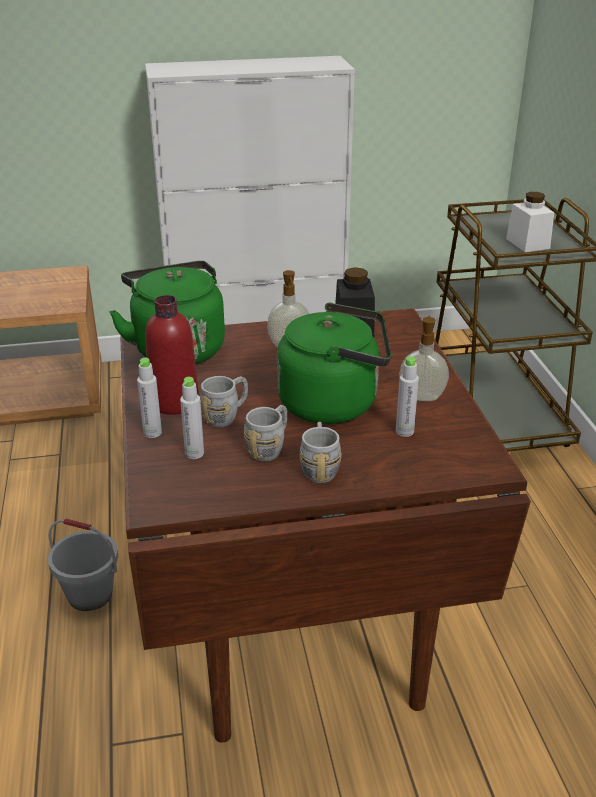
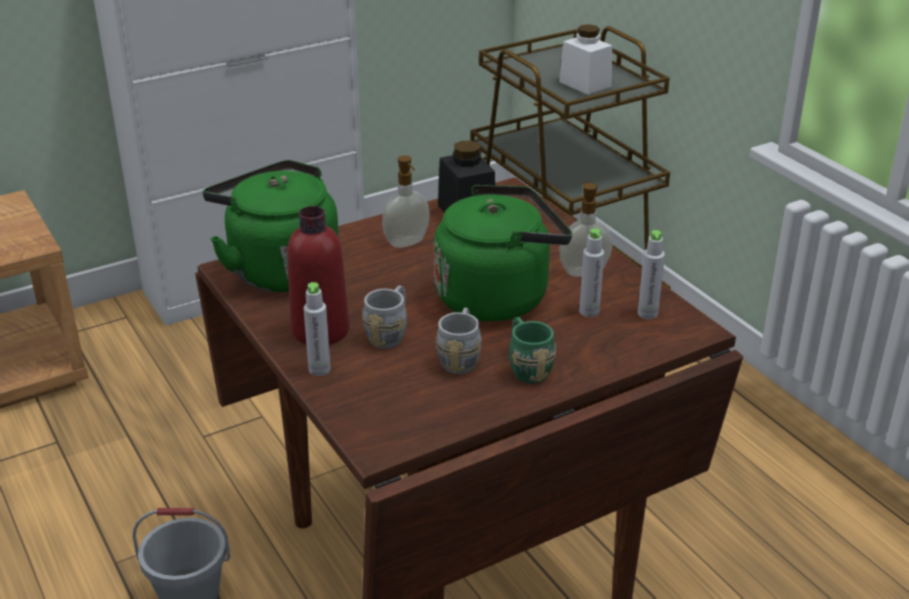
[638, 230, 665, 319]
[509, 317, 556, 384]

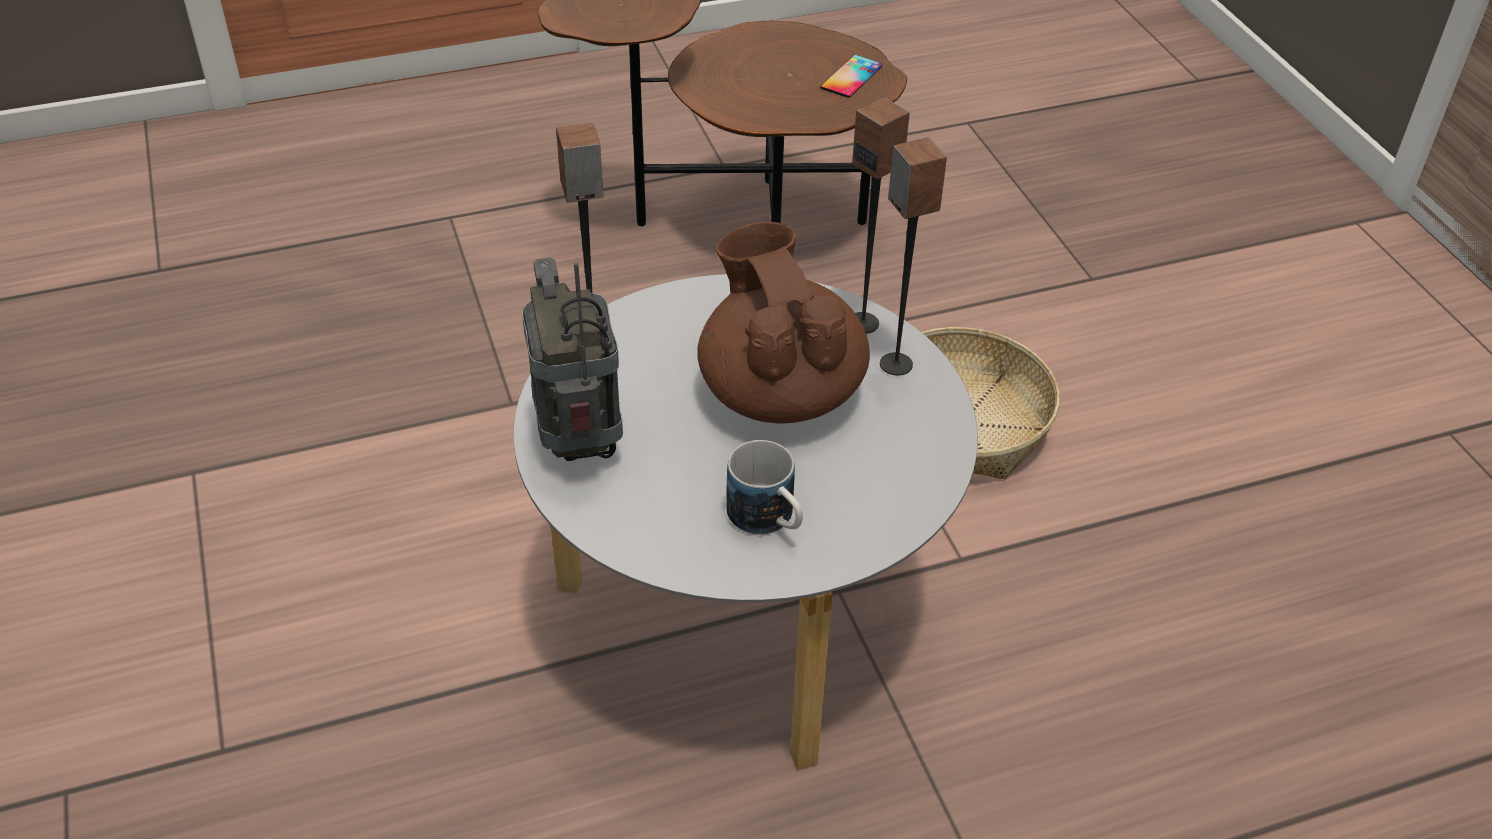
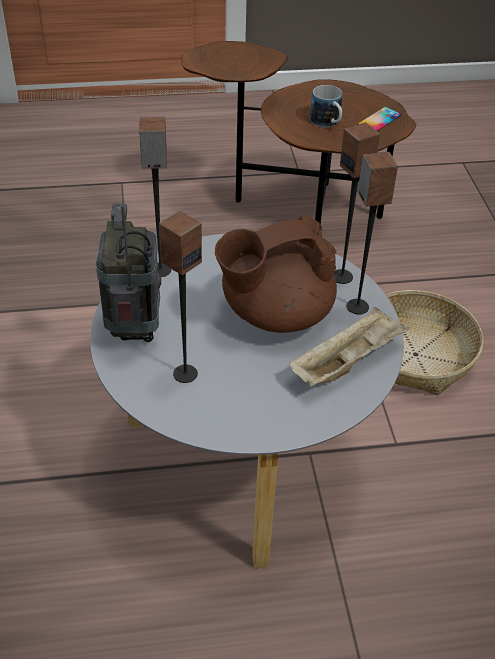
[159, 211, 202, 383]
[289, 307, 410, 387]
[310, 85, 342, 127]
[215, 214, 337, 333]

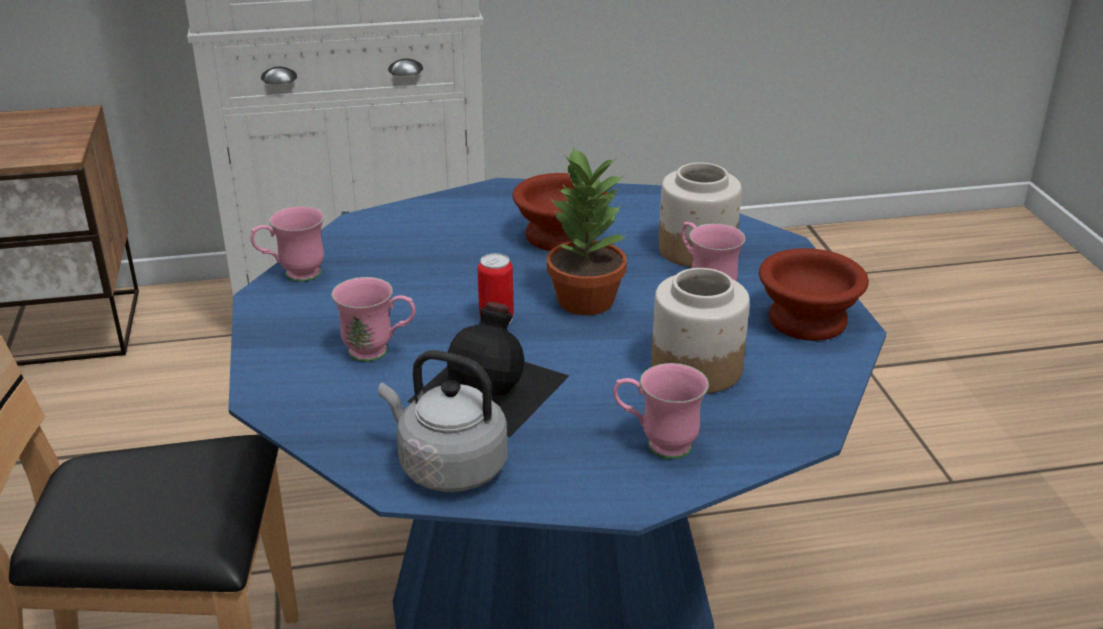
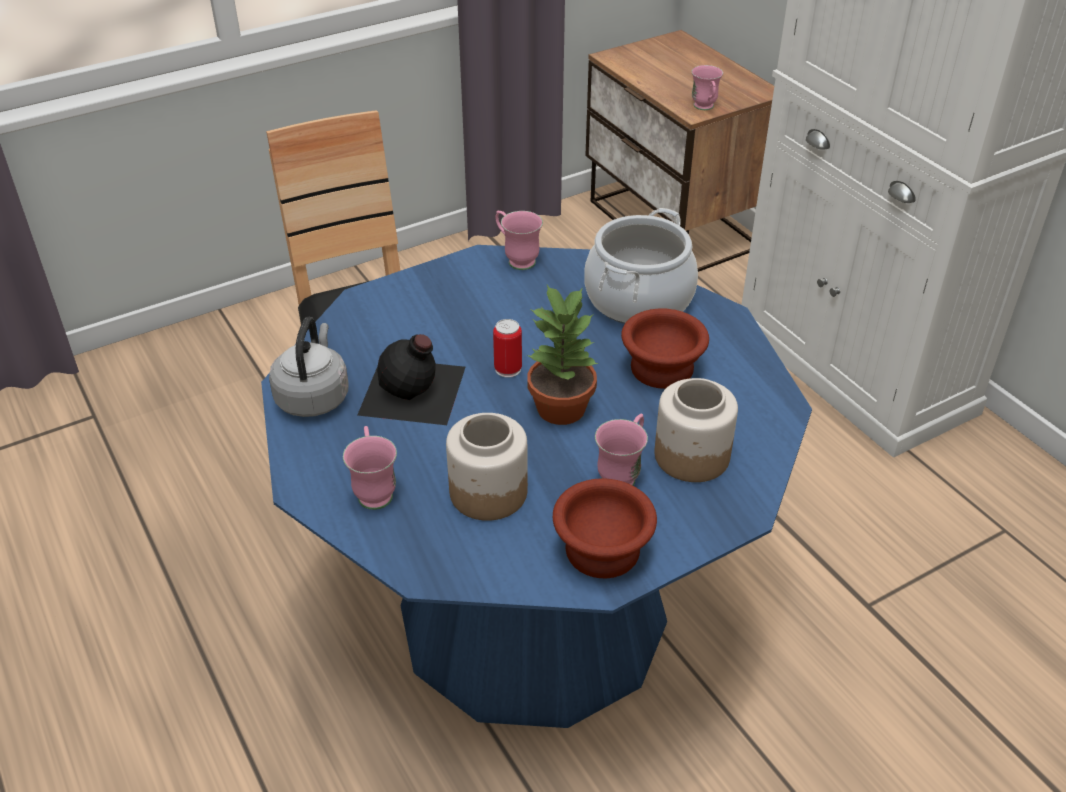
[584, 208, 698, 324]
[692, 65, 723, 110]

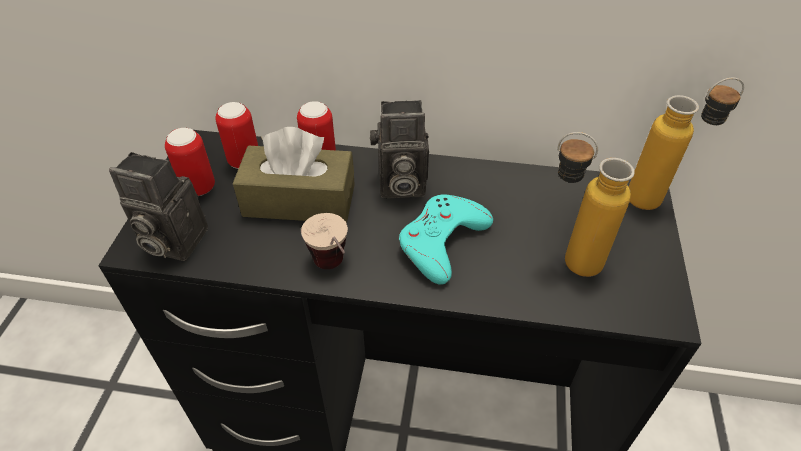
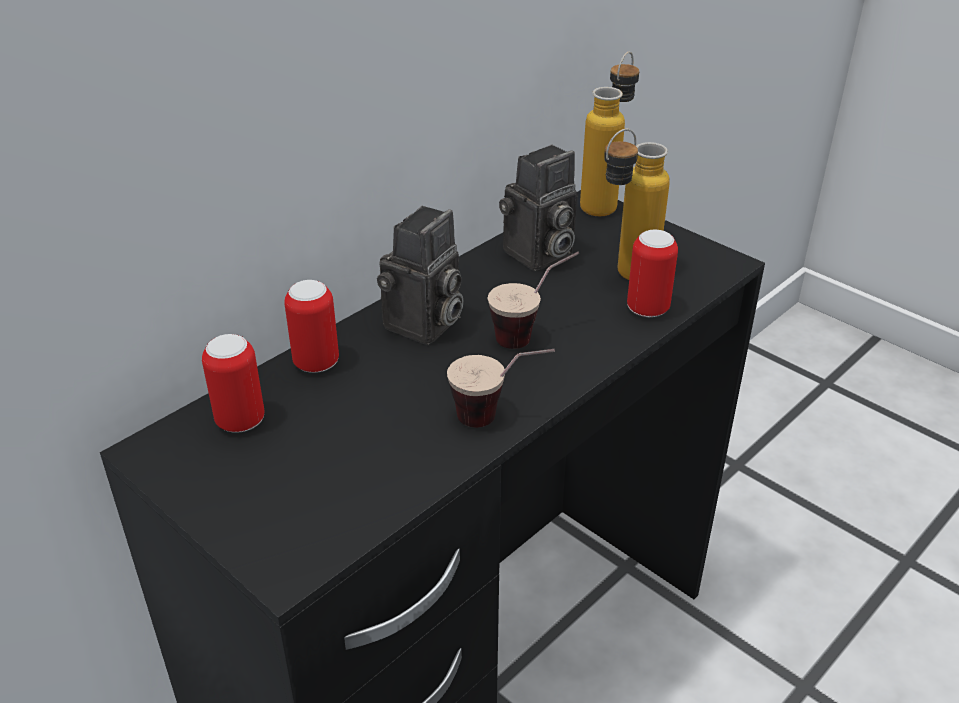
[233, 127, 355, 223] (first image)
[499, 144, 577, 271]
[627, 230, 678, 317]
[488, 252, 579, 349]

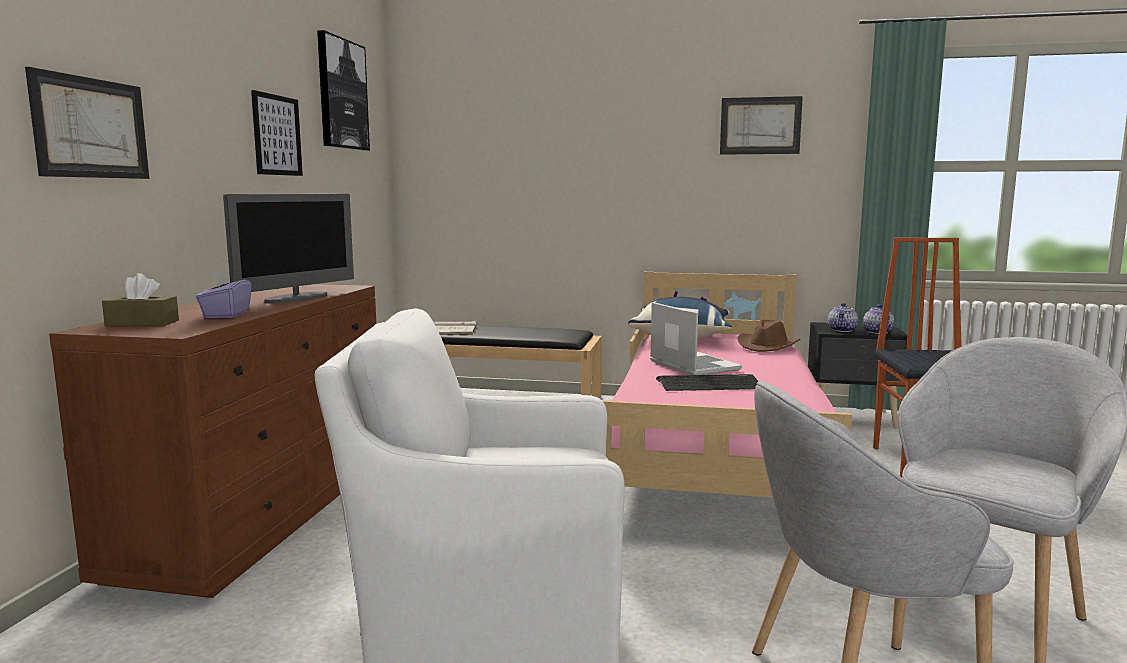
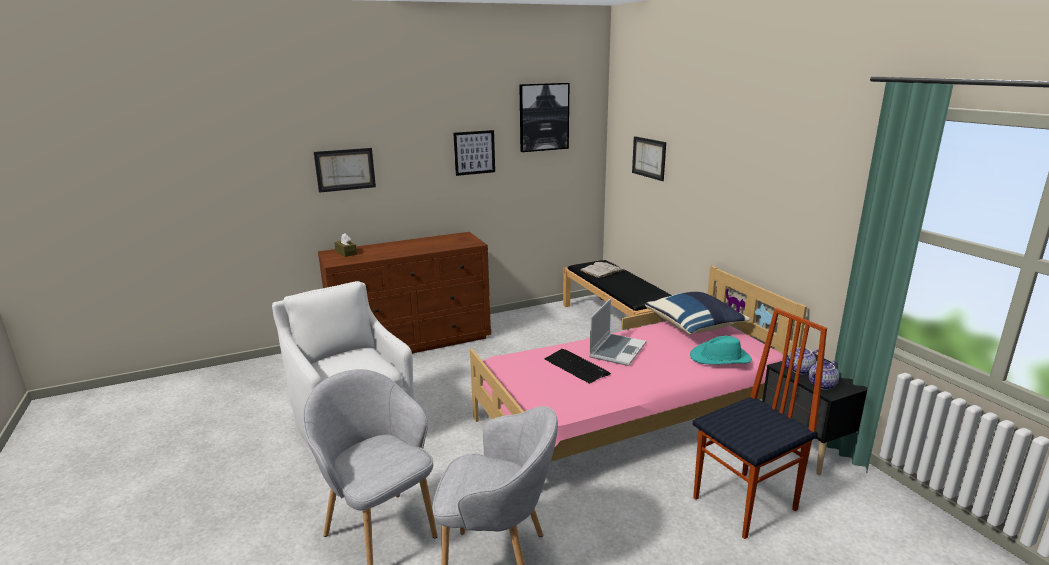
[196, 270, 251, 318] (first image)
[223, 194, 354, 303] (first image)
[632, 136, 666, 181]
[690, 336, 752, 365]

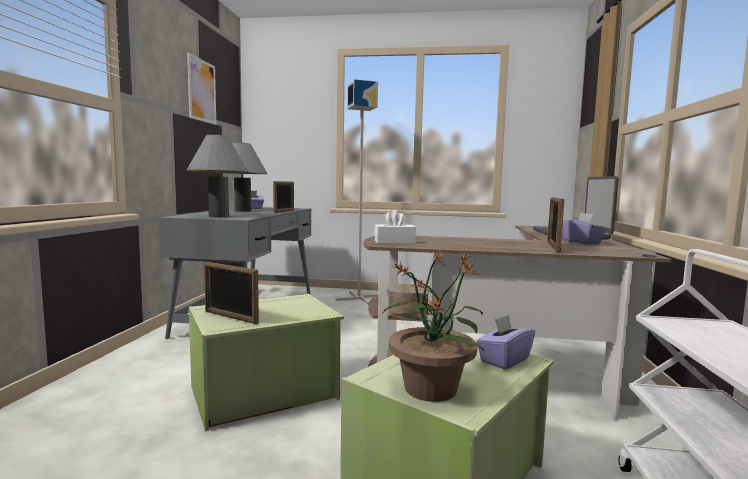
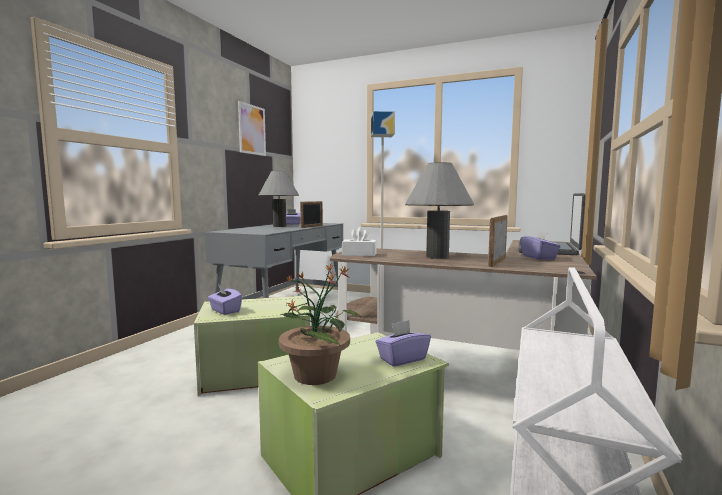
[405, 162, 474, 259]
[208, 285, 242, 315]

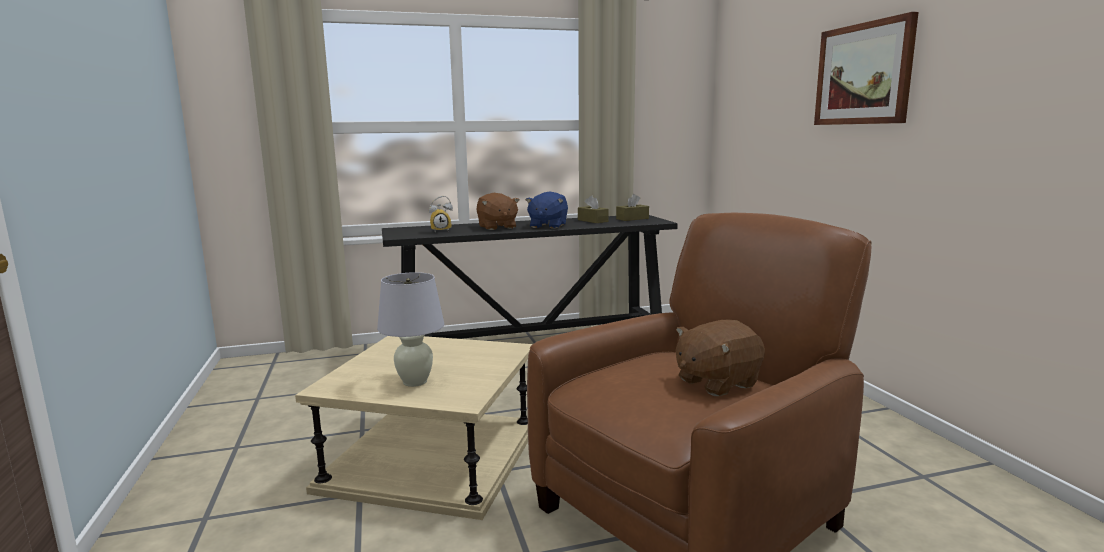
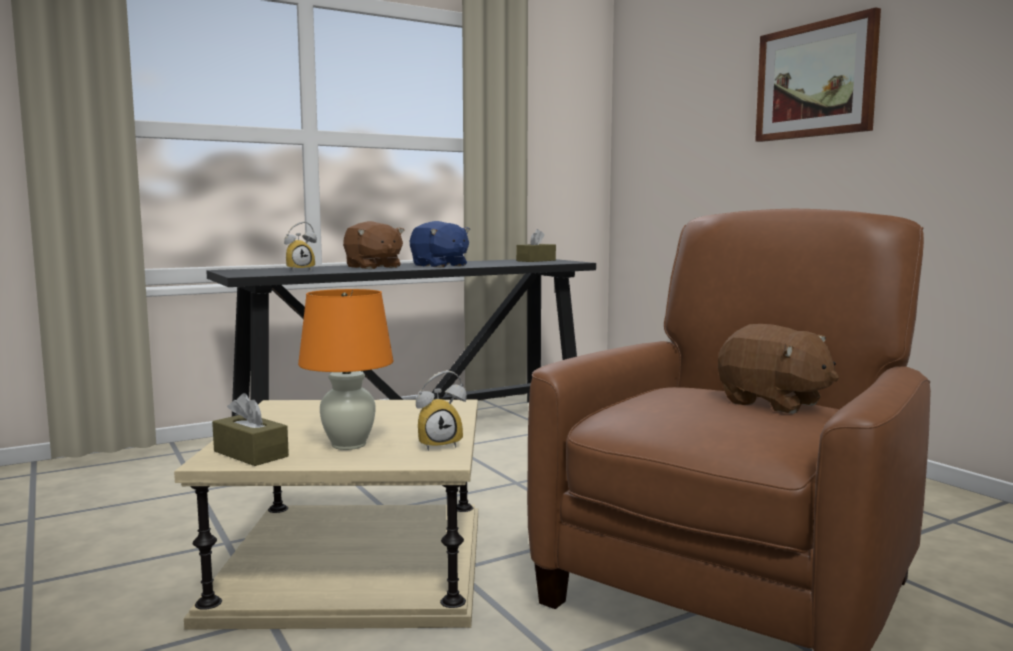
[416, 370, 467, 451]
[212, 393, 289, 466]
[298, 289, 393, 450]
[410, 221, 470, 268]
[718, 324, 839, 414]

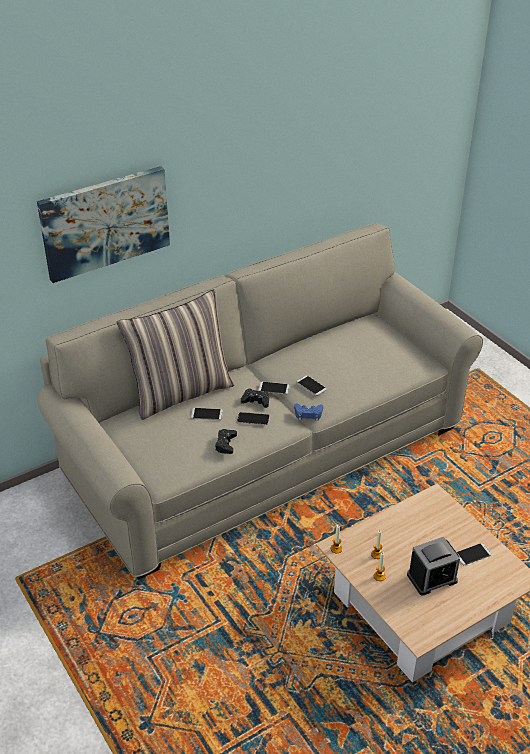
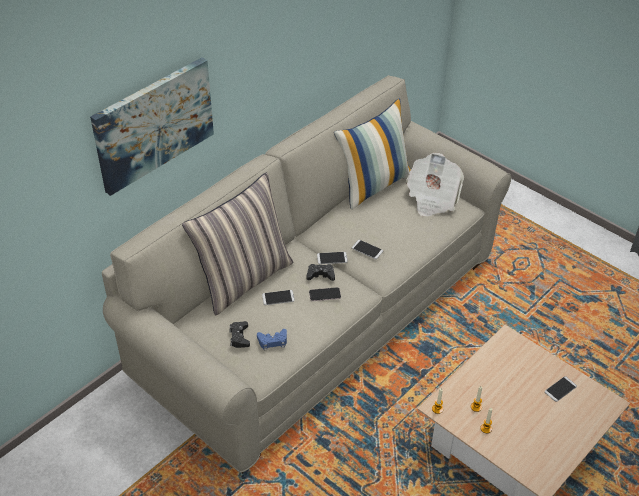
[407, 537, 460, 596] (first image)
[334, 98, 411, 210]
[406, 153, 464, 216]
[230, 321, 250, 348]
[257, 329, 287, 351]

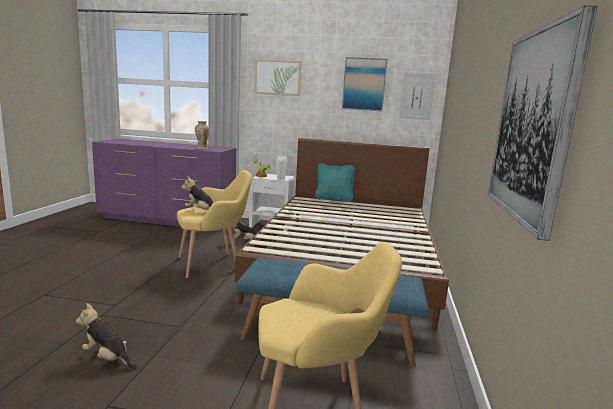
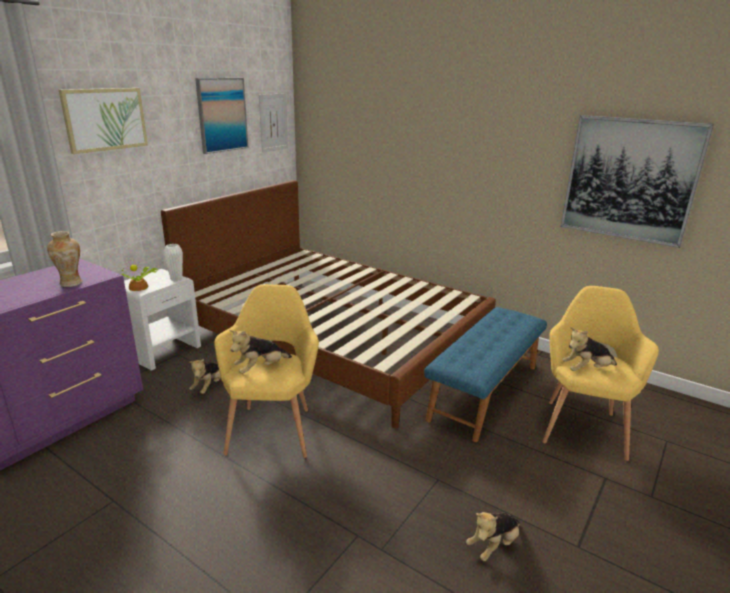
[315, 163, 355, 202] (first image)
[562, 327, 617, 371]

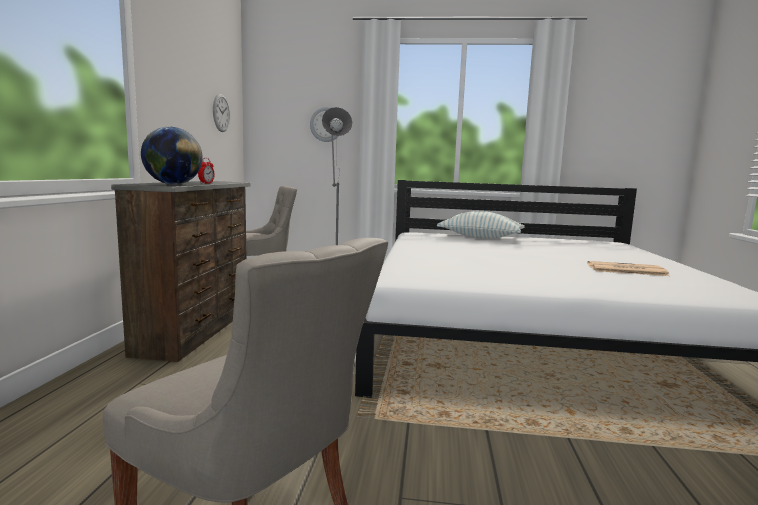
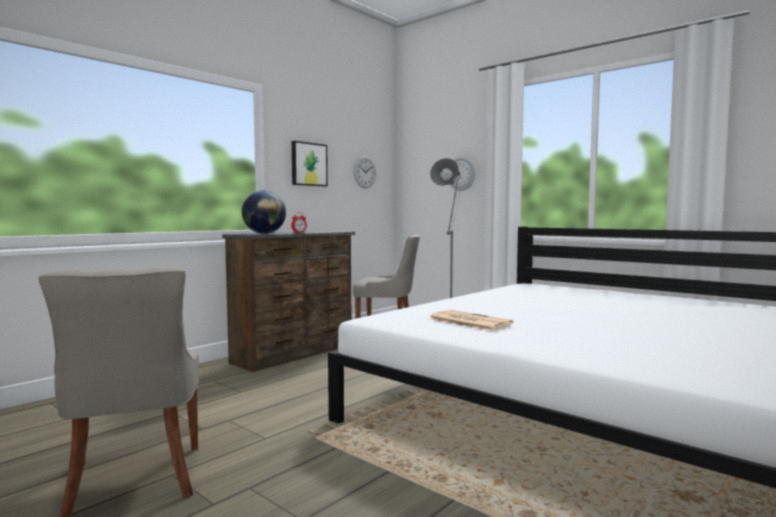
[437, 211, 525, 239] (first image)
[292, 141, 328, 186]
[429, 310, 513, 331]

